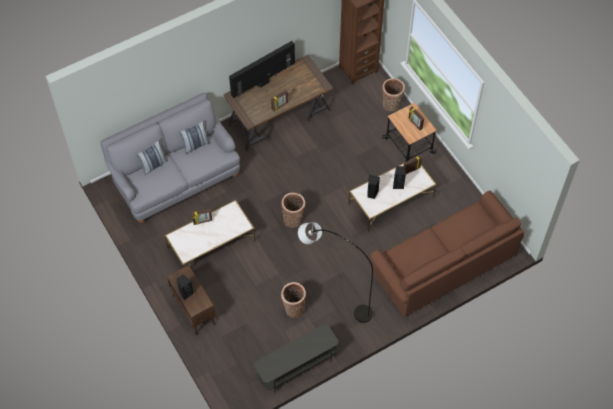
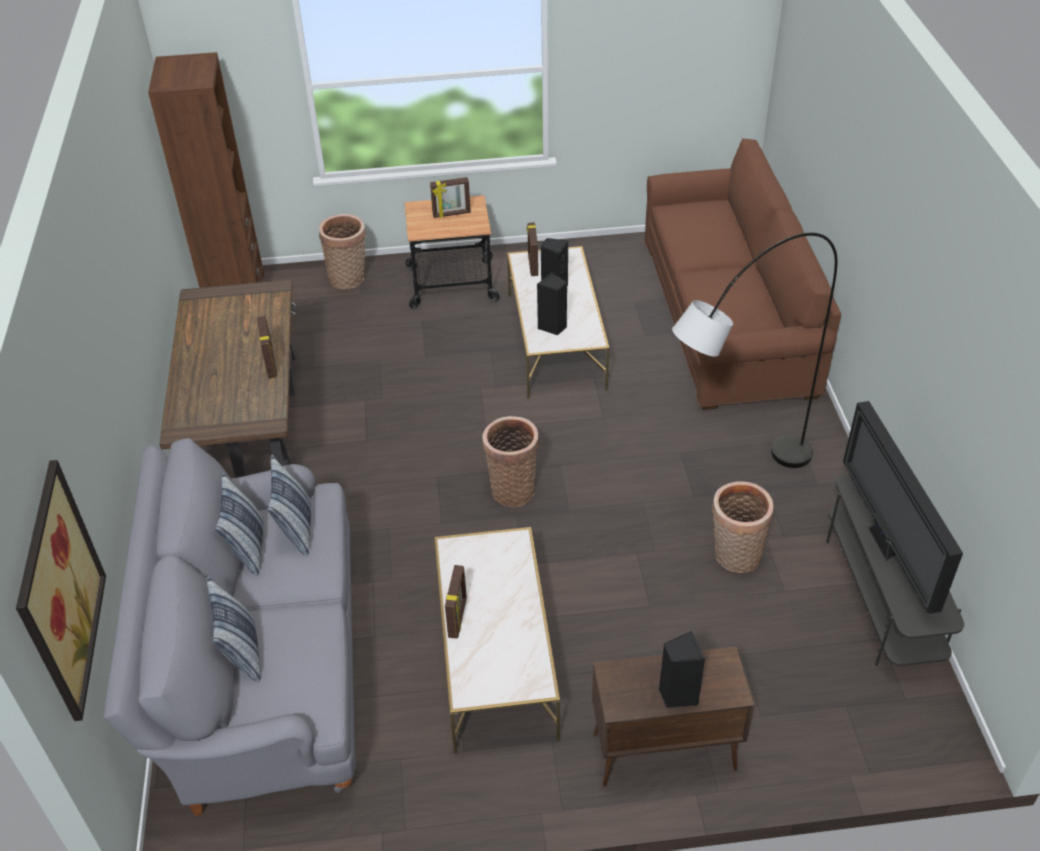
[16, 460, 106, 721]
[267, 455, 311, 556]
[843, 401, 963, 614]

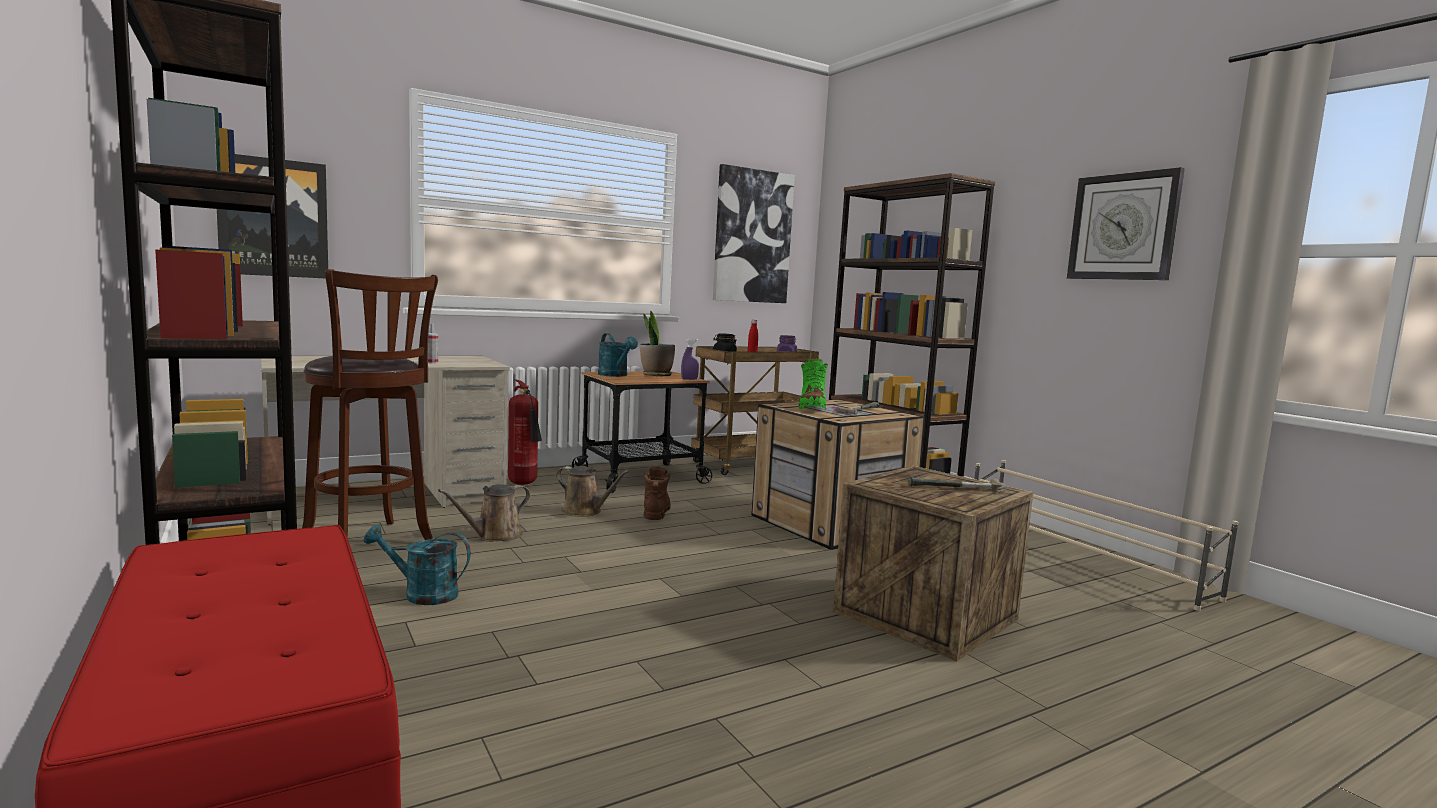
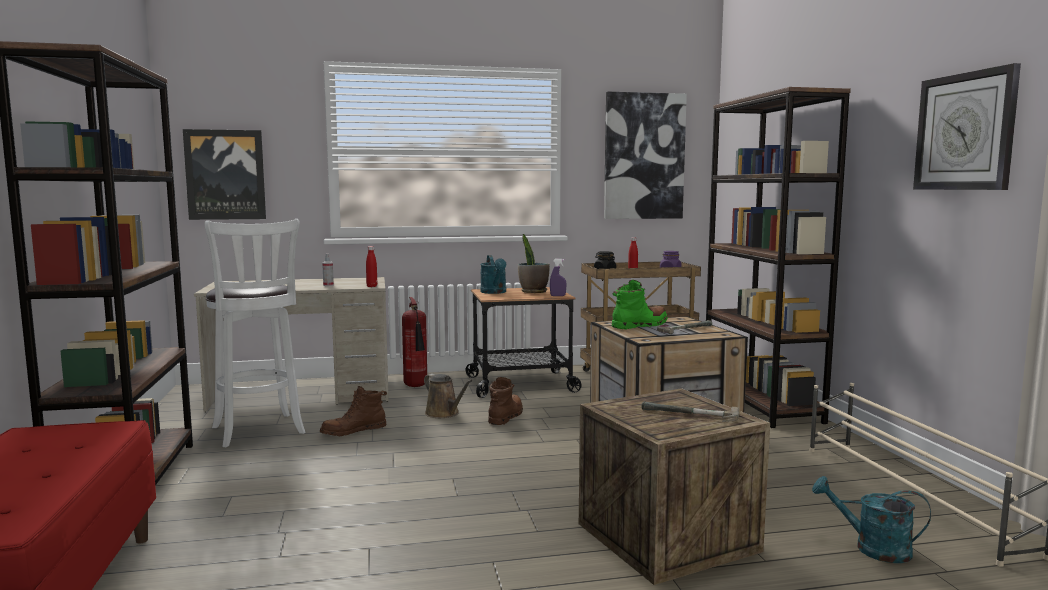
[366, 246, 377, 287]
[812, 476, 931, 563]
[320, 386, 387, 436]
[204, 219, 306, 447]
[612, 280, 668, 329]

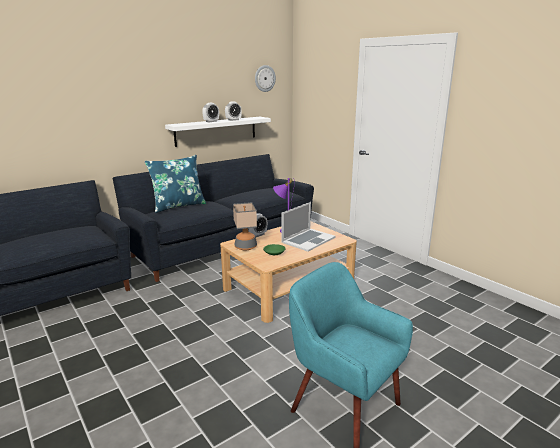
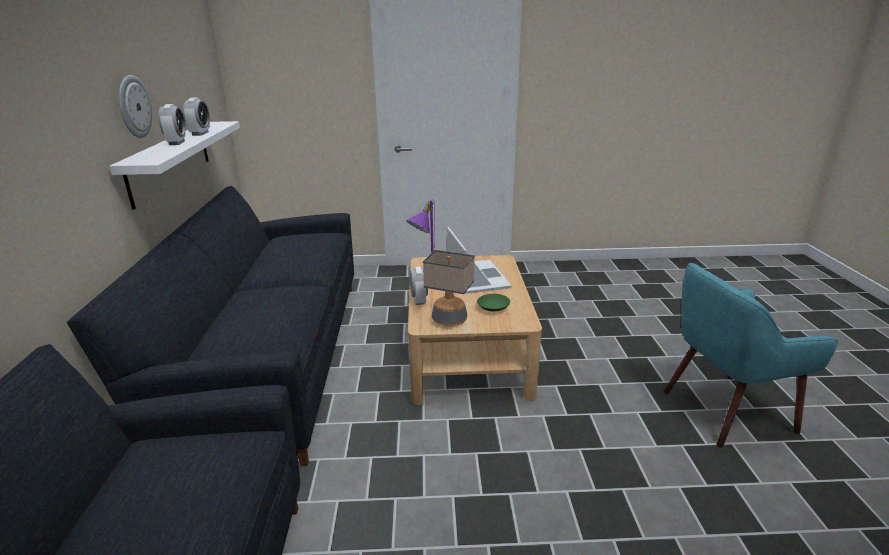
[144, 155, 206, 213] (first image)
[119, 75, 152, 138]

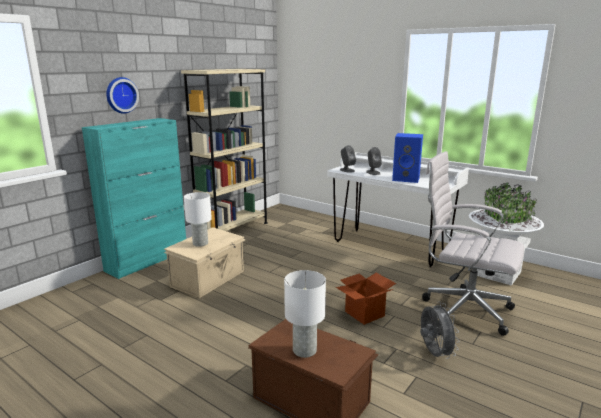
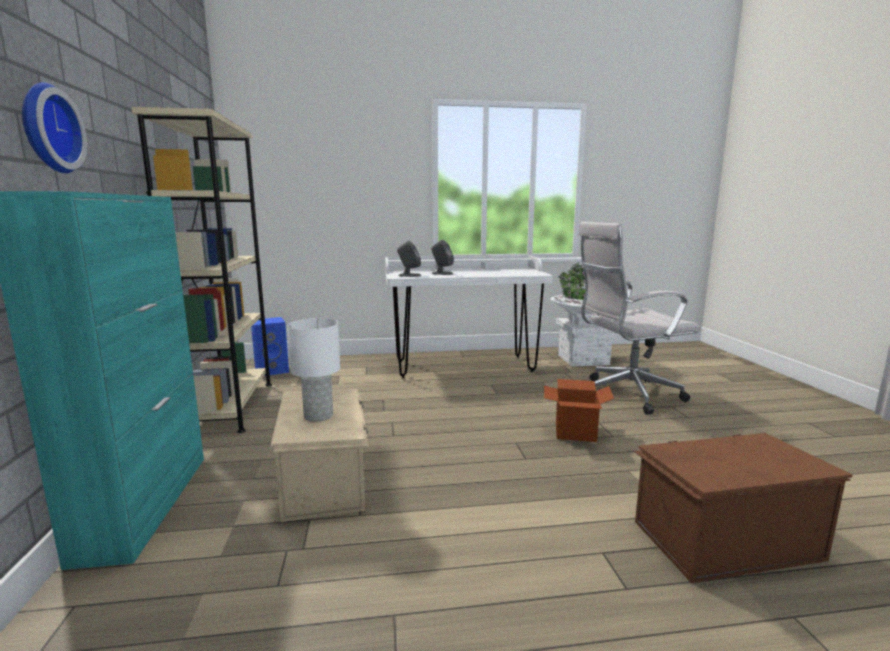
[284, 270, 326, 358] (first image)
[420, 302, 460, 359] (first image)
[251, 317, 289, 375]

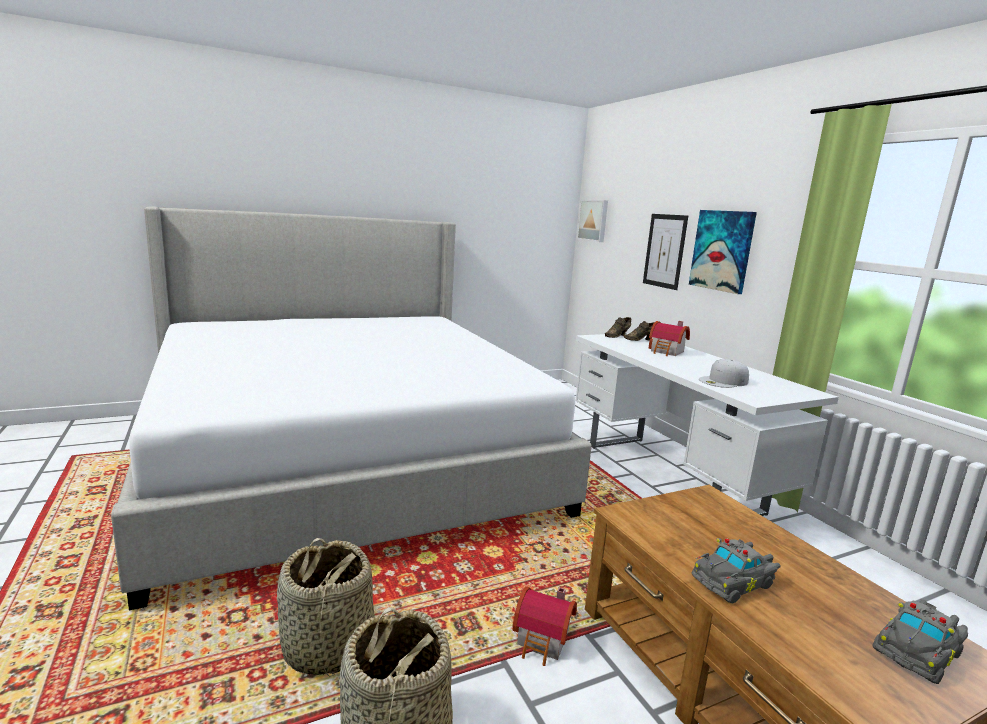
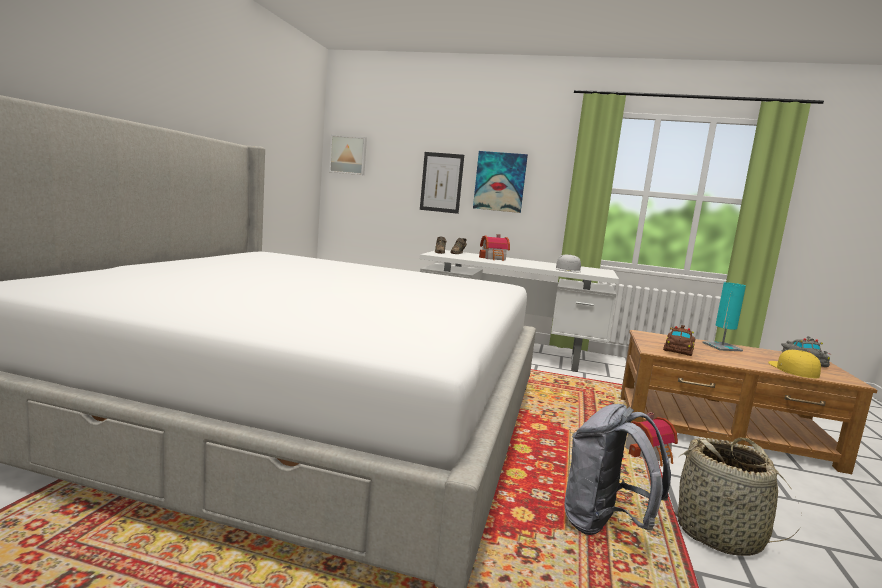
[692, 538, 781, 603] (first image)
[663, 325, 695, 356]
[703, 282, 746, 351]
[768, 350, 821, 378]
[565, 404, 671, 535]

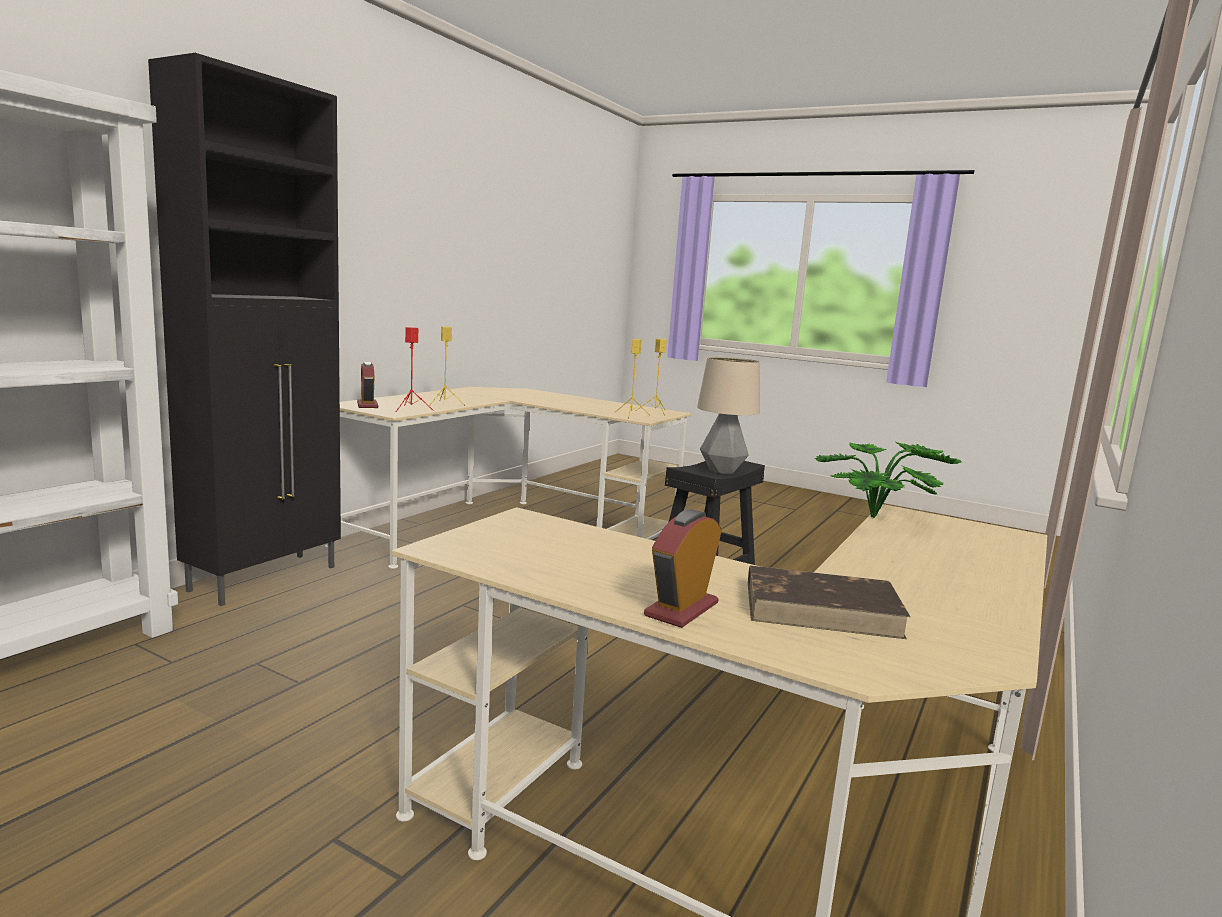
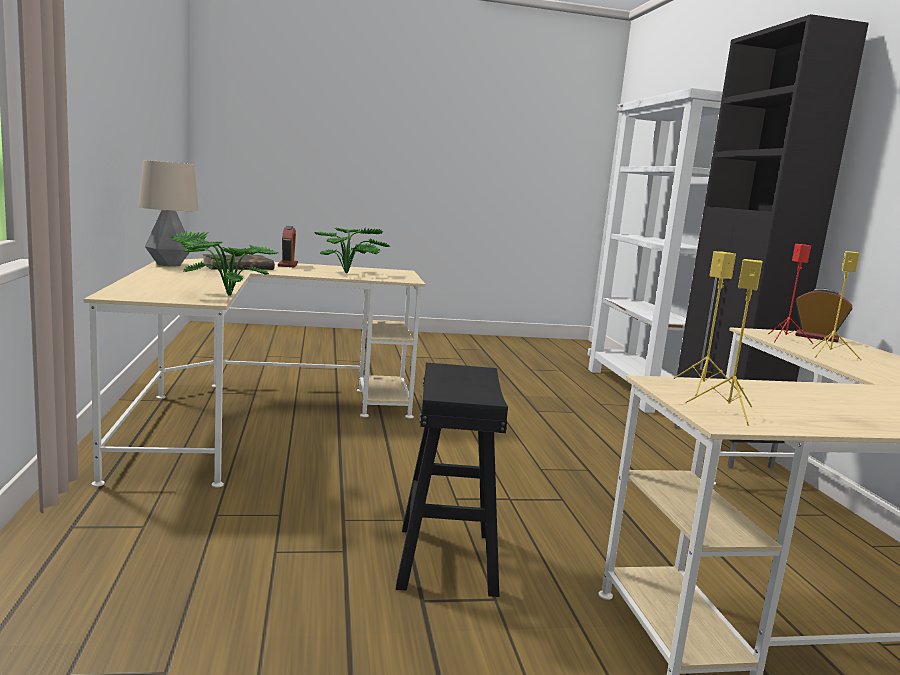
[315, 228, 390, 273]
[138, 160, 199, 266]

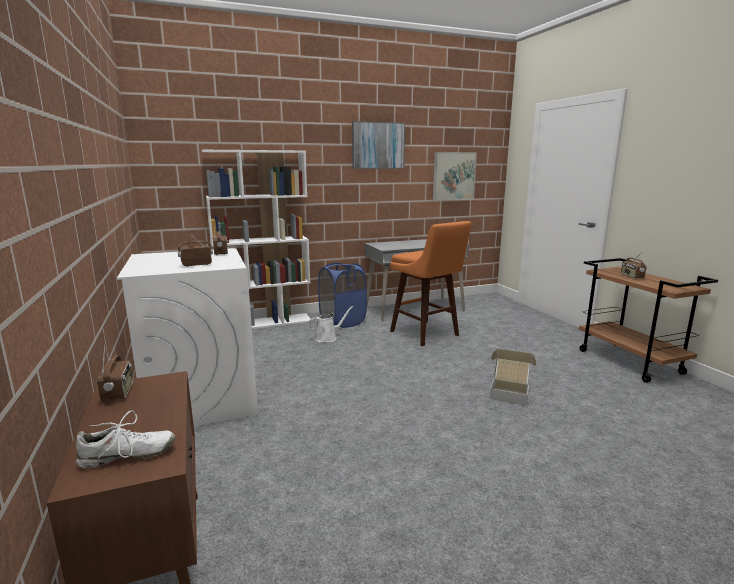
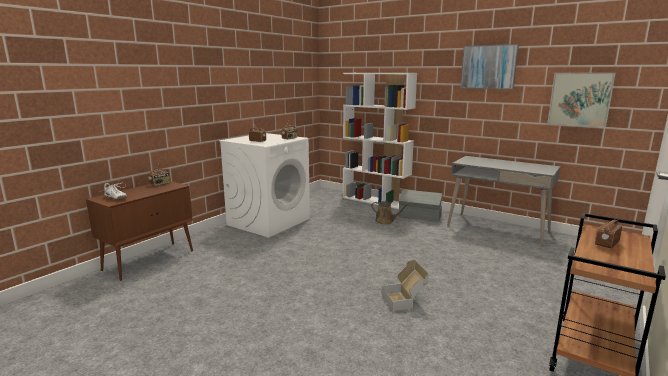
[390, 221, 472, 346] (first image)
[399, 189, 442, 222]
[371, 201, 410, 224]

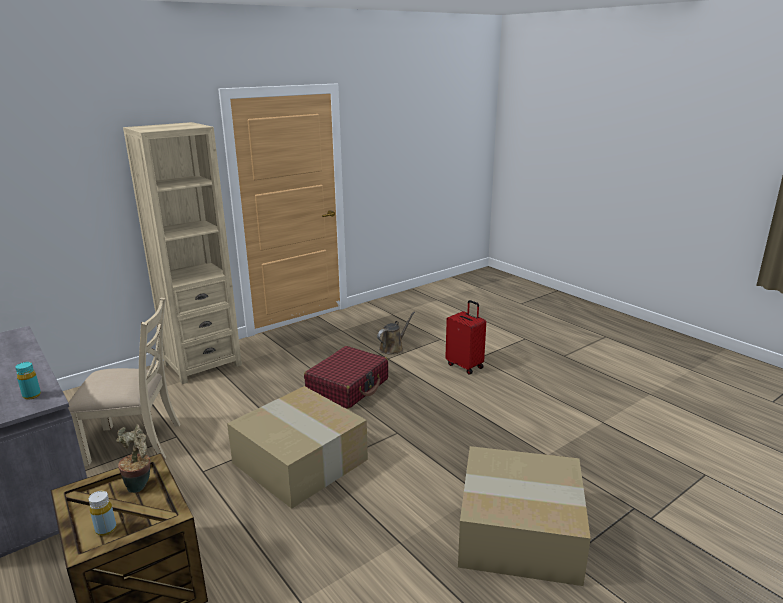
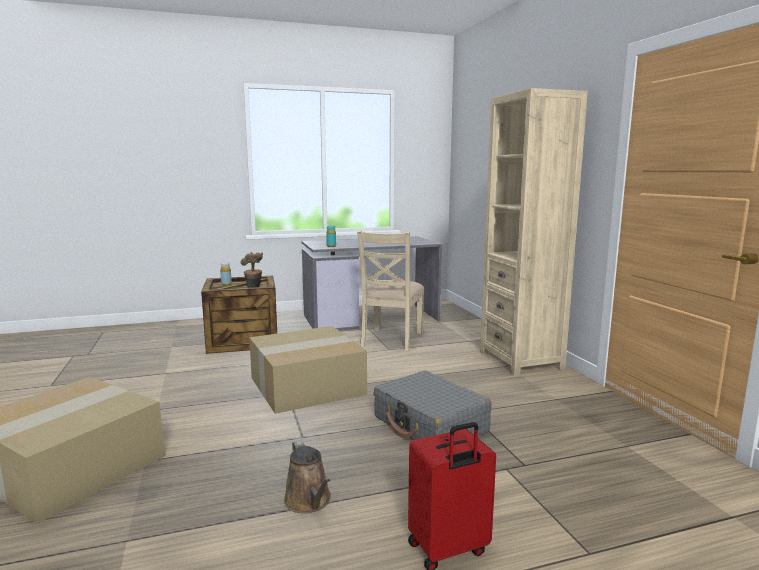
[284, 440, 331, 514]
[374, 370, 492, 440]

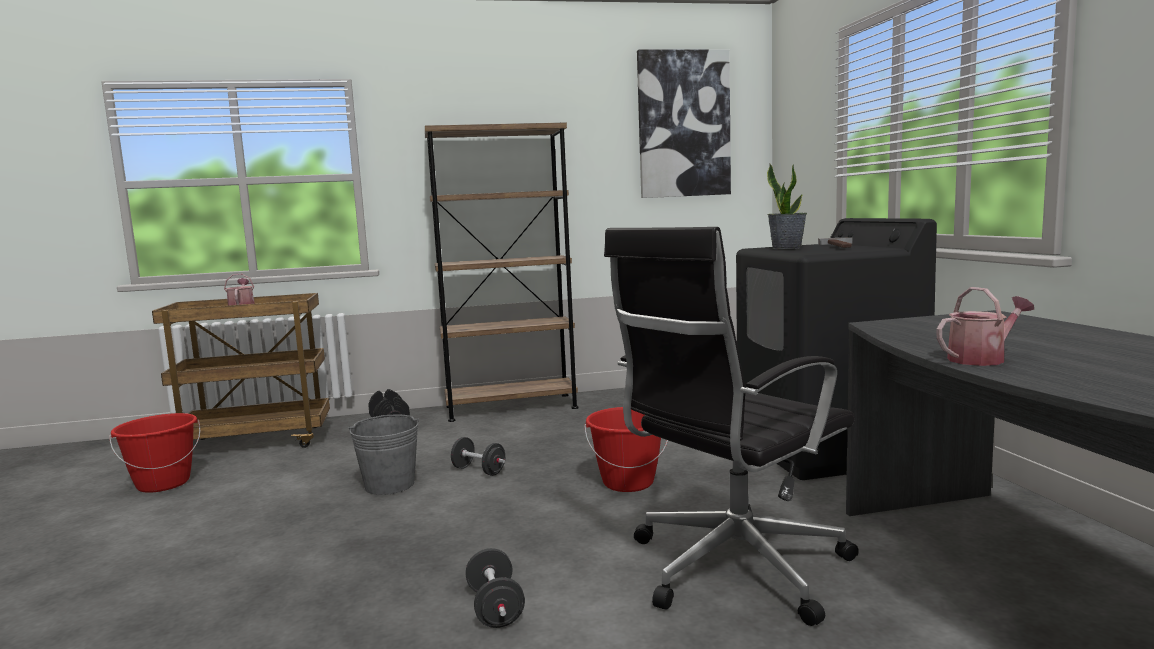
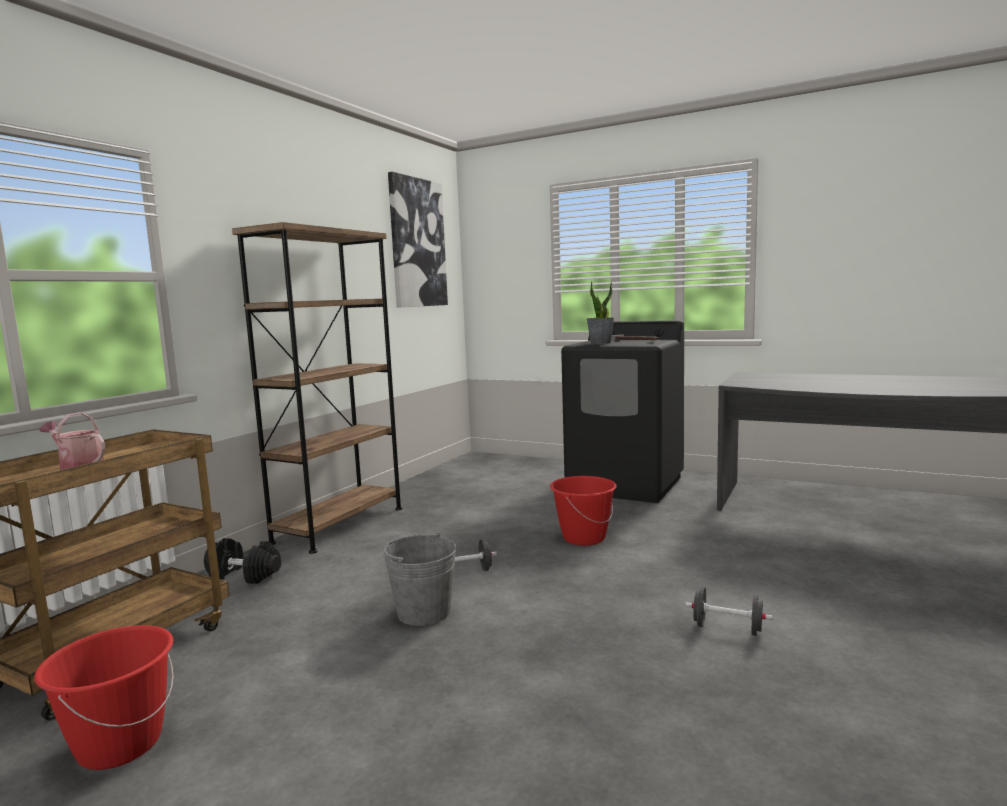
[604, 227, 859, 626] (first image)
[936, 287, 1034, 366] (first image)

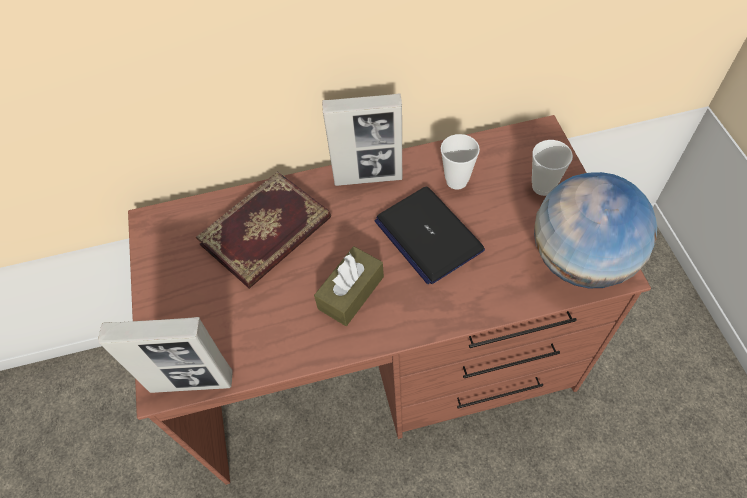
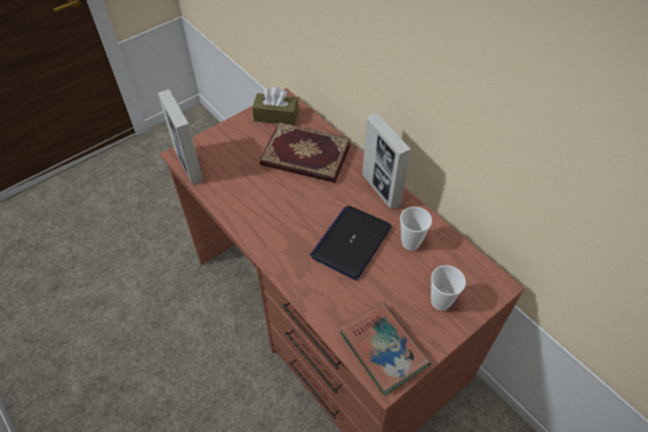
[252, 87, 299, 125]
[339, 302, 431, 396]

